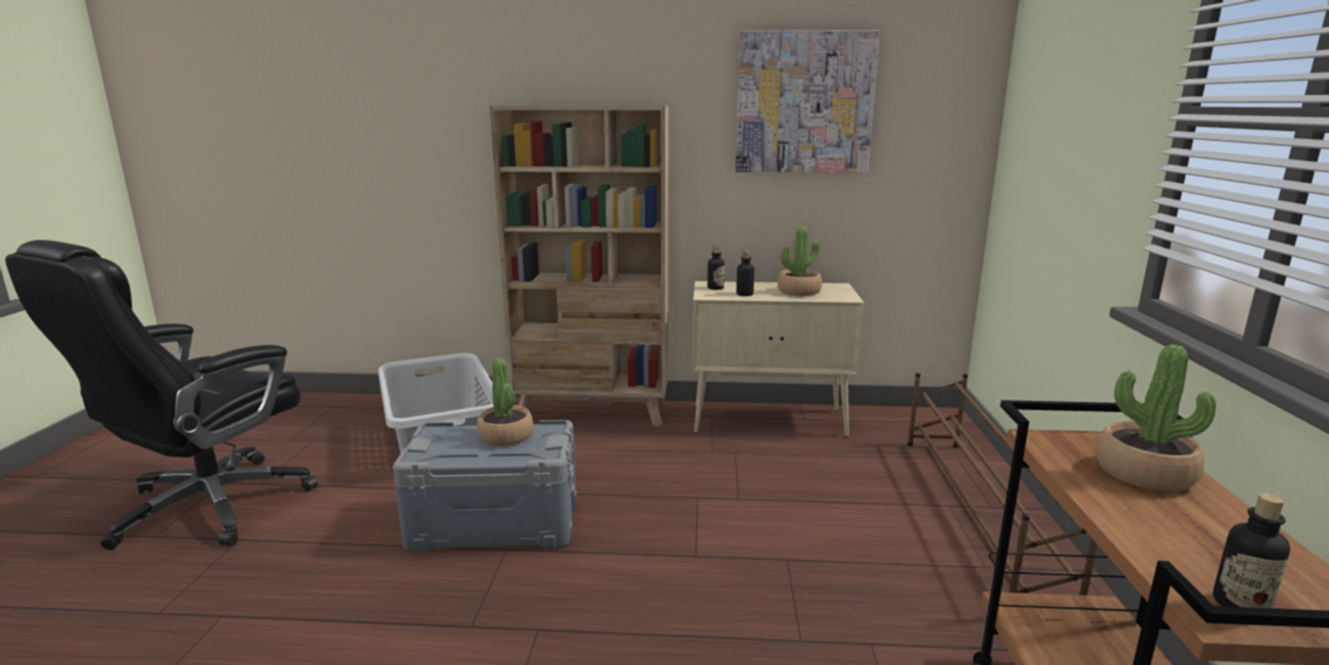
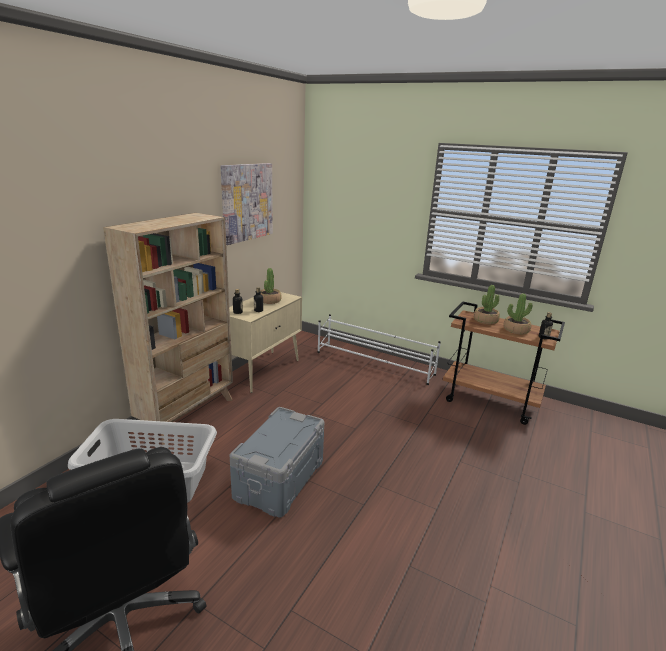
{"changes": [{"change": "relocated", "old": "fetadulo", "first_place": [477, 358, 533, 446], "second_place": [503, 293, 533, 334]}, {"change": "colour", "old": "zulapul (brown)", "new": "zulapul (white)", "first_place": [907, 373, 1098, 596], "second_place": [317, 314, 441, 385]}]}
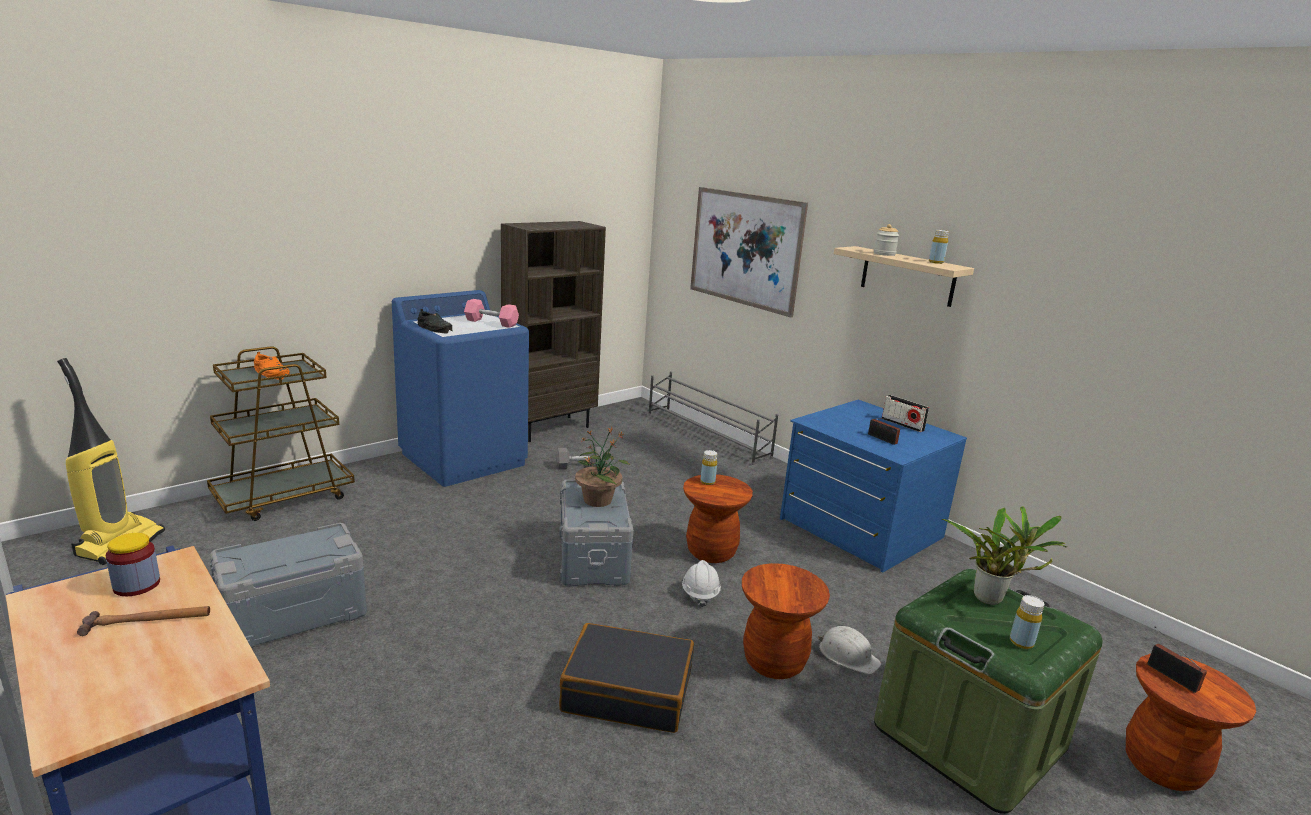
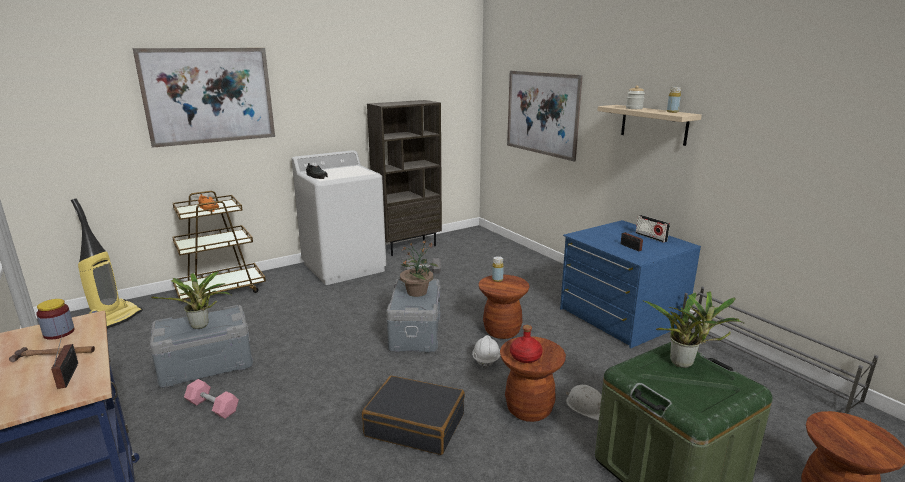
{"changes": [{"change": "missing", "old": "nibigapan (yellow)", "first_place": [1010, 595, 1044, 649]}, {"change": "appeared", "new": "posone", "second_place": [133, 48, 275, 148]}, {"change": "appeared", "new": "fetadulo", "second_place": [151, 271, 231, 329]}, {"change": "appeared", "new": "nibigapan (red)", "second_place": [510, 325, 543, 363]}, {"change": "relocated", "old": "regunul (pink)", "first_place": [464, 299, 519, 328], "second_place": [184, 379, 239, 419]}, {"change": "relocated", "old": "zulapul (grey)", "first_place": [648, 371, 779, 465], "second_place": [680, 287, 879, 414]}, {"change": "relocated", "old": "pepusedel", "first_place": [1147, 627, 1207, 693], "second_place": [51, 327, 78, 389]}, {"change": "colour", "old": "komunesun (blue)", "new": "komunesun (white)", "first_place": [392, 290, 529, 487], "second_place": [292, 150, 386, 285]}]}
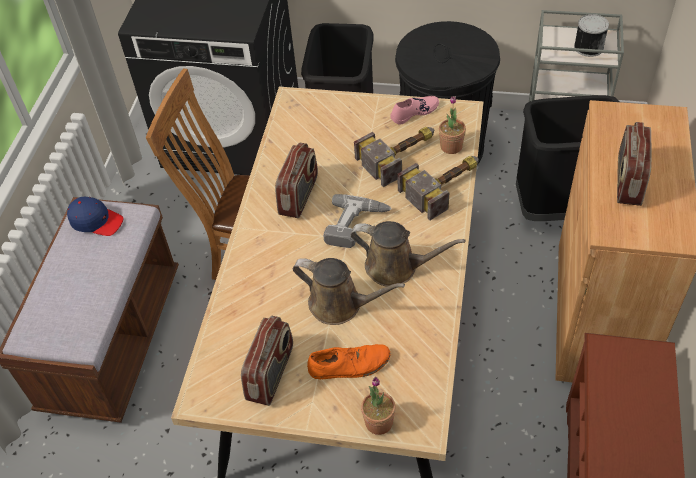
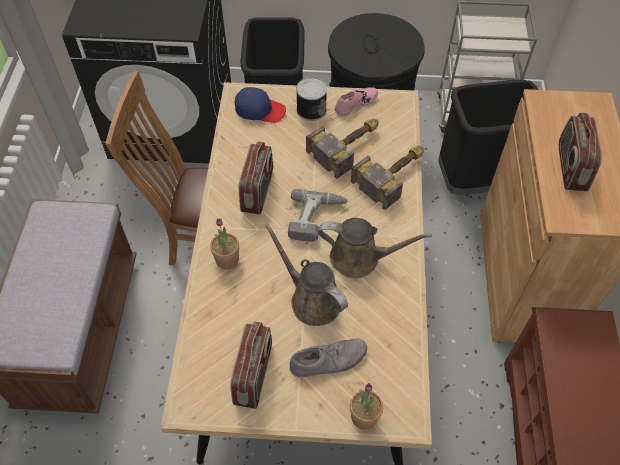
{"changes": [{"change": "relocated", "old": "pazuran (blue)", "first_place": [67, 197, 123, 236], "second_place": [235, 87, 286, 123]}, {"change": "relocated", "old": "fetadulo", "first_place": [439, 96, 466, 154], "second_place": [210, 219, 239, 269]}, {"change": "relocated", "old": "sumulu", "first_place": [574, 14, 609, 57], "second_place": [296, 77, 327, 121]}, {"change": "colour", "old": "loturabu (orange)", "new": "loturabu (grey)", "first_place": [307, 344, 390, 379], "second_place": [290, 339, 367, 378]}, {"change": "spun", "old": "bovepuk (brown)", "first_place": [293, 258, 405, 325], "second_place": [264, 223, 348, 326], "degrees": -150}]}
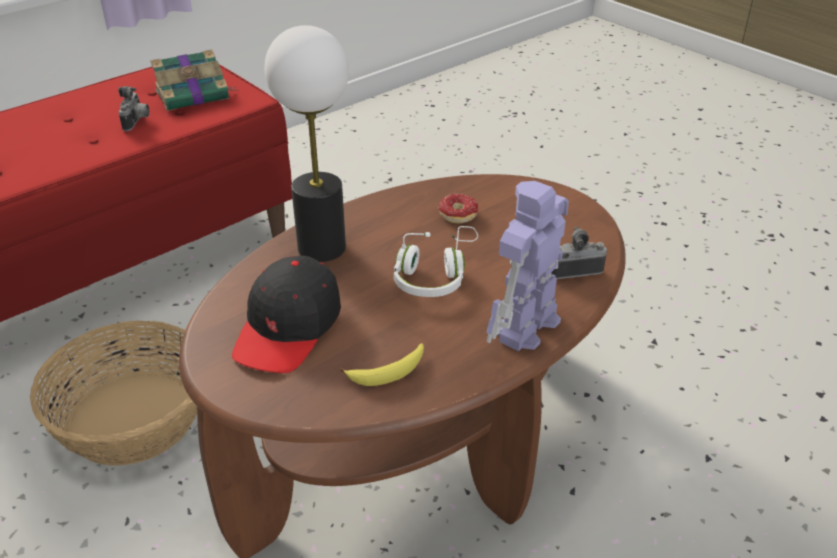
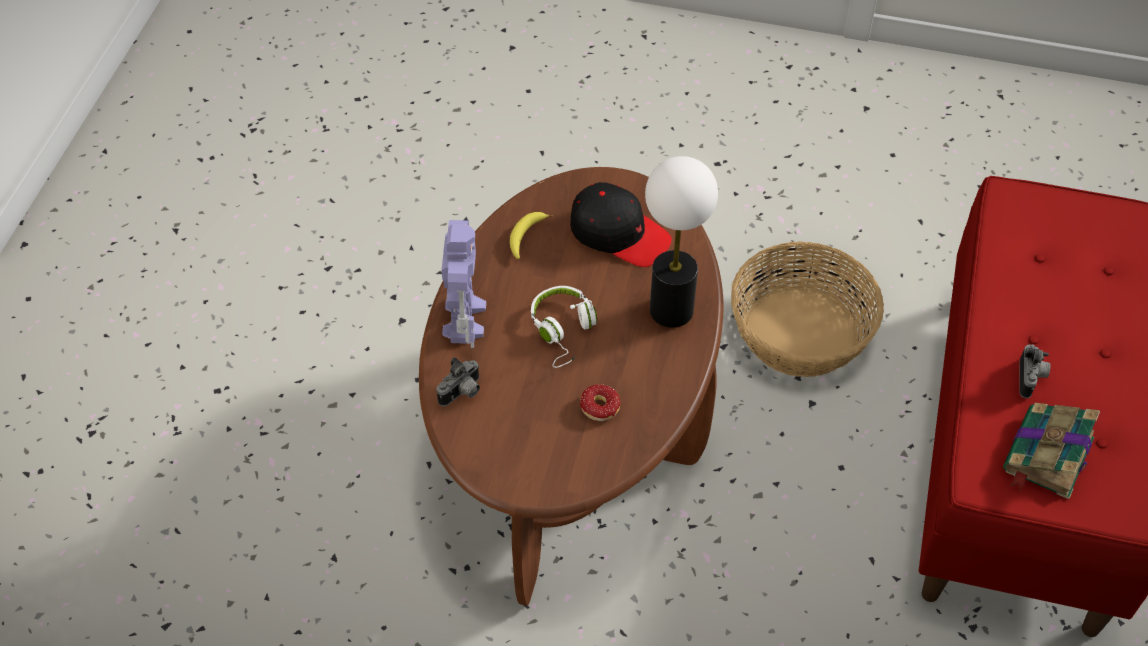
{"changes": [{"change": "spun", "old": "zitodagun", "first_place": [118, 86, 149, 131], "second_place": [1019, 344, 1051, 398], "degrees": -135}, {"change": "spun", "old": "pazuran (black)", "first_place": [232, 256, 341, 373], "second_place": [570, 182, 672, 267], "degrees": 135}]}
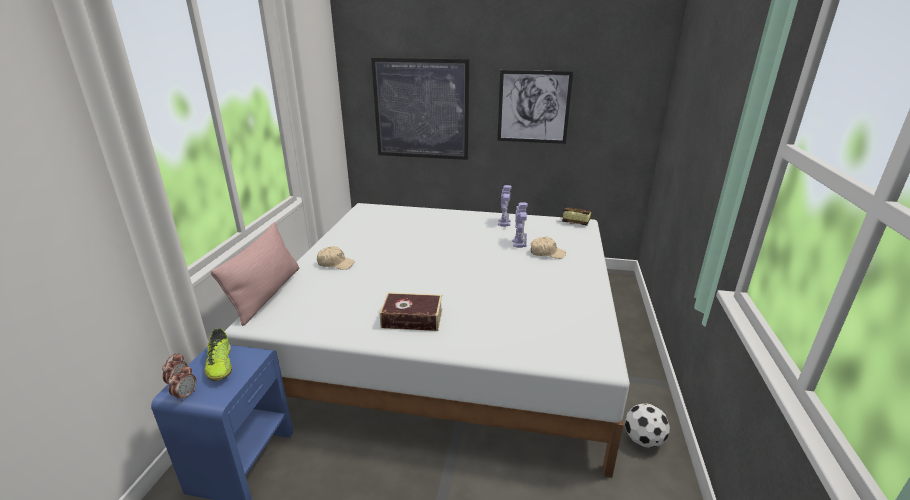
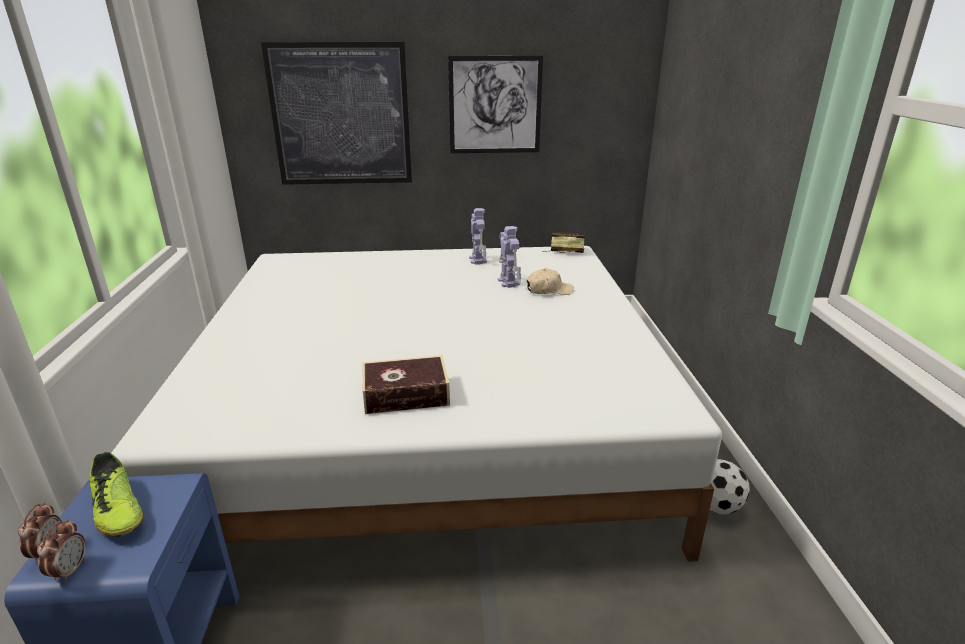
{"changes": [{"change": "missing", "old": "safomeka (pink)", "first_place": [211, 222, 299, 326]}, {"change": "missing", "old": "pazuran (beige)", "first_place": [317, 246, 355, 270]}]}
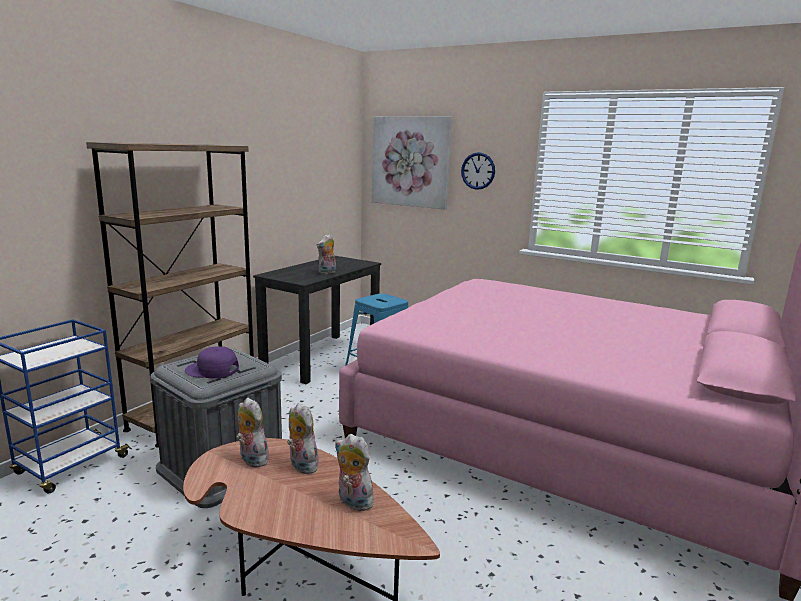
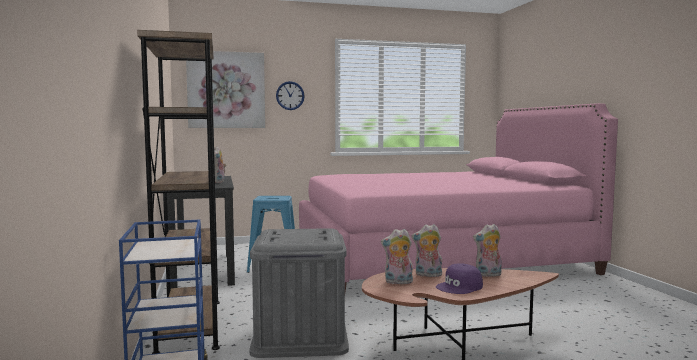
{"changes": [{"change": "relocated", "old": "pazuran (purple)", "first_place": [185, 346, 239, 379], "second_place": [436, 263, 483, 294]}]}
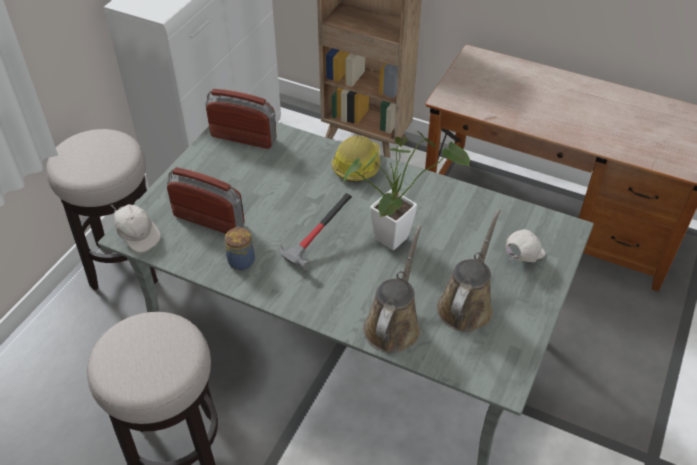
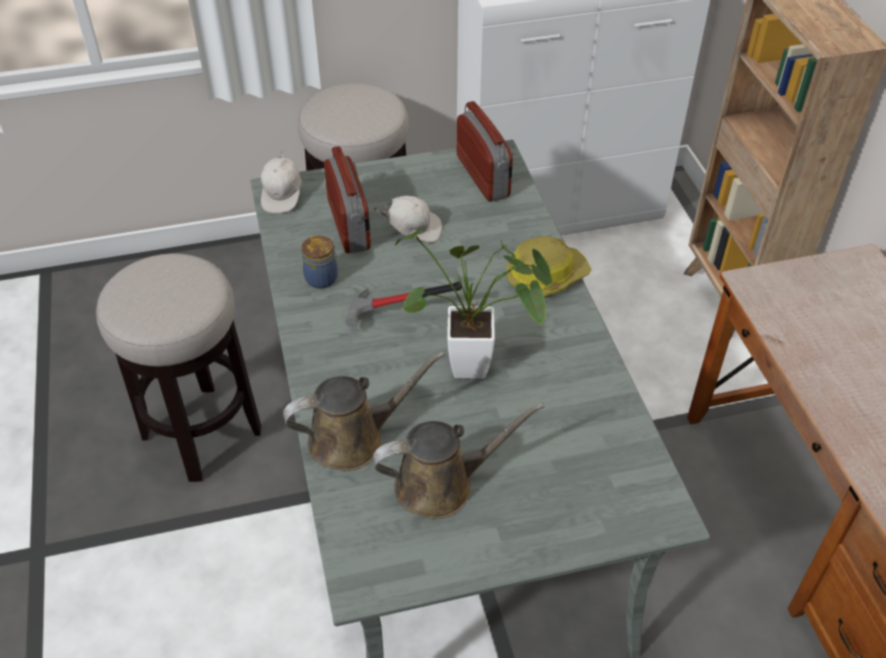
{"changes": [{"change": "relocated", "old": "pazuran (white)", "first_place": [506, 229, 545, 262], "second_place": [373, 196, 442, 242]}]}
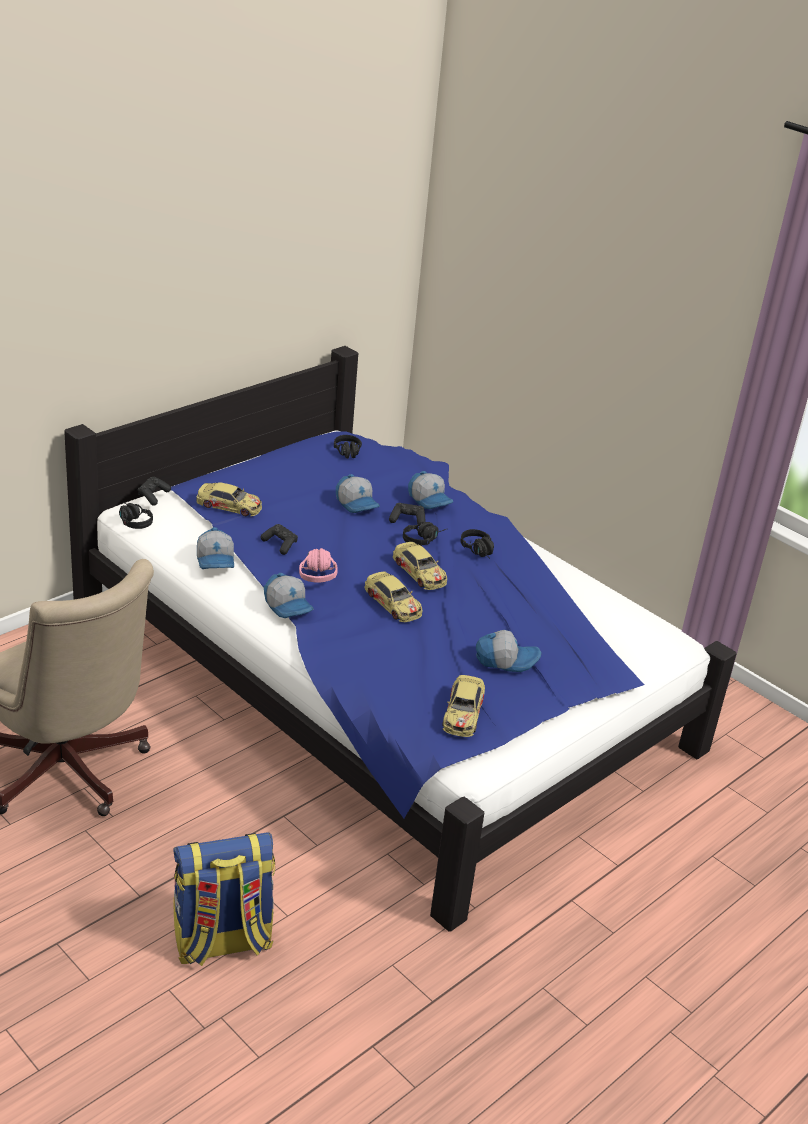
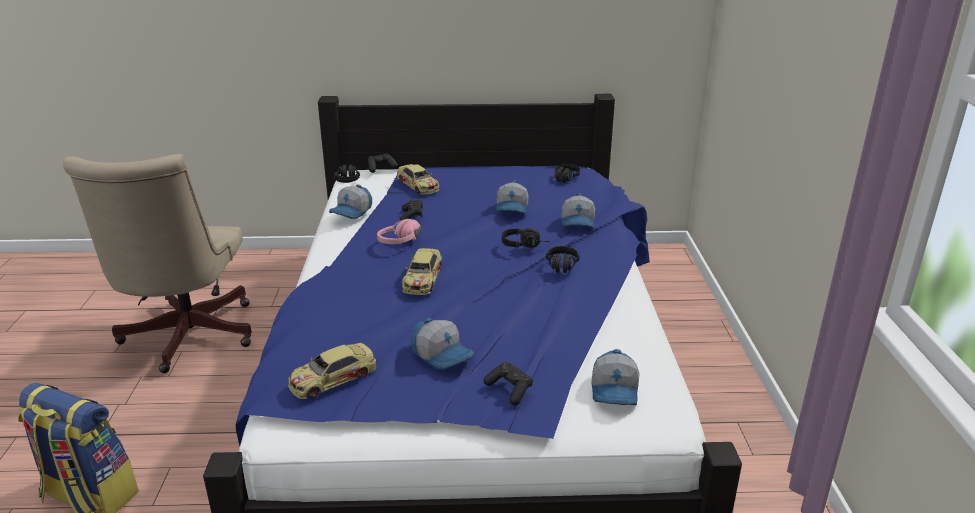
{"changes": [{"change": "missing", "old": "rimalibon", "first_place": [393, 542, 447, 590]}, {"change": "relocated", "old": "pazuran", "first_place": [264, 573, 314, 618], "second_place": [592, 349, 640, 405]}, {"change": "relocated", "old": "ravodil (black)", "first_place": [389, 503, 425, 526], "second_place": [483, 362, 533, 405]}]}
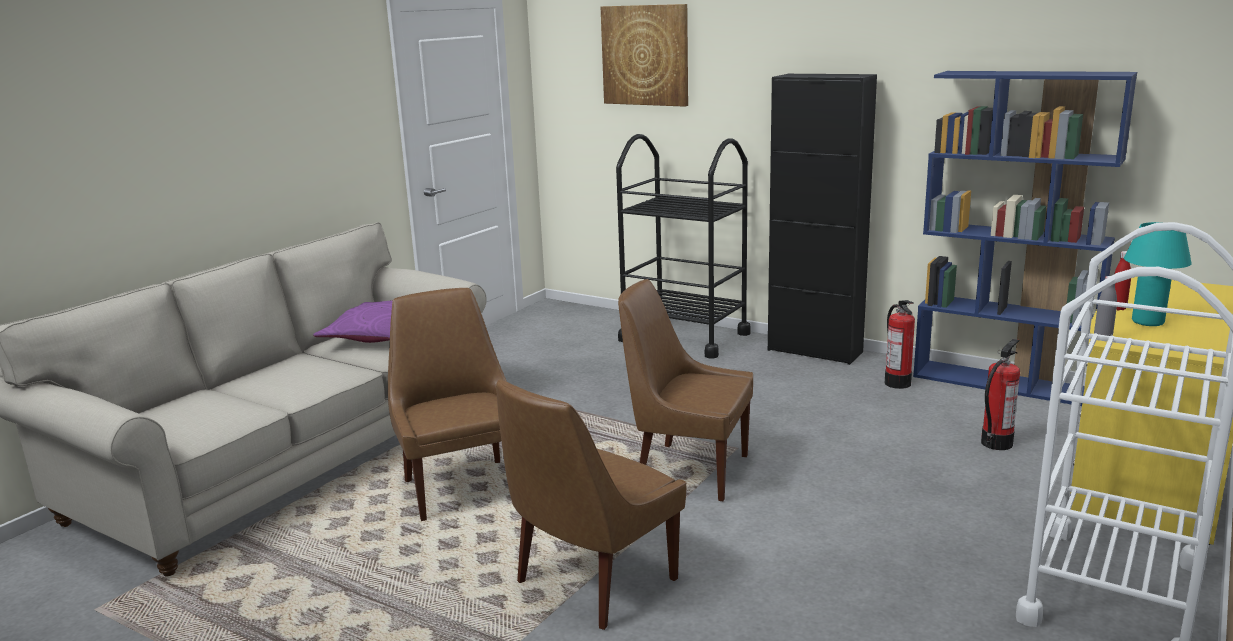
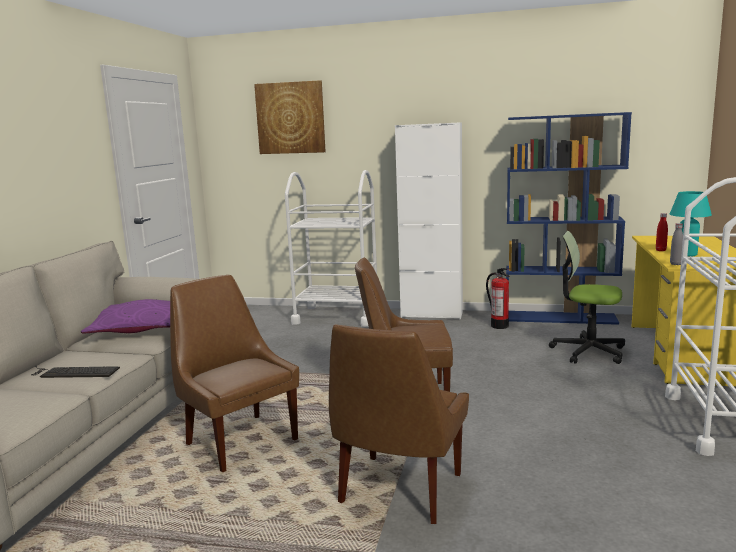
{"changes": [{"change": "appeared", "new": "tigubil", "second_place": [31, 366, 120, 378]}, {"change": "exchanged", "old": "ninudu", "new": "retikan", "first_place": [981, 339, 1020, 450], "second_place": [549, 231, 625, 364]}, {"change": "colour", "old": "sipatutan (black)", "new": "sipatutan (white)", "first_place": [616, 134, 751, 359], "second_place": [285, 170, 377, 327]}, {"change": "colour", "old": "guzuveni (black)", "new": "guzuveni (white)", "first_place": [768, 74, 877, 365], "second_place": [395, 122, 463, 319]}]}
